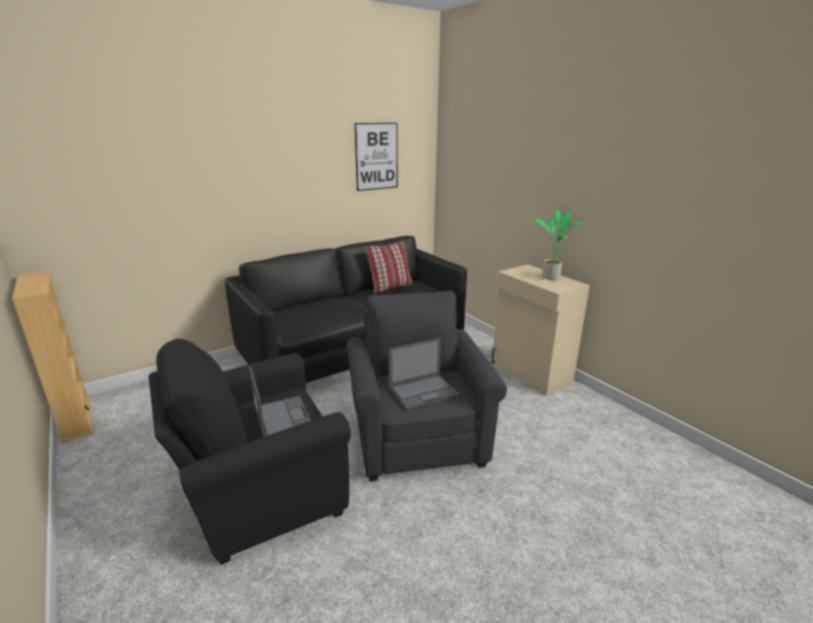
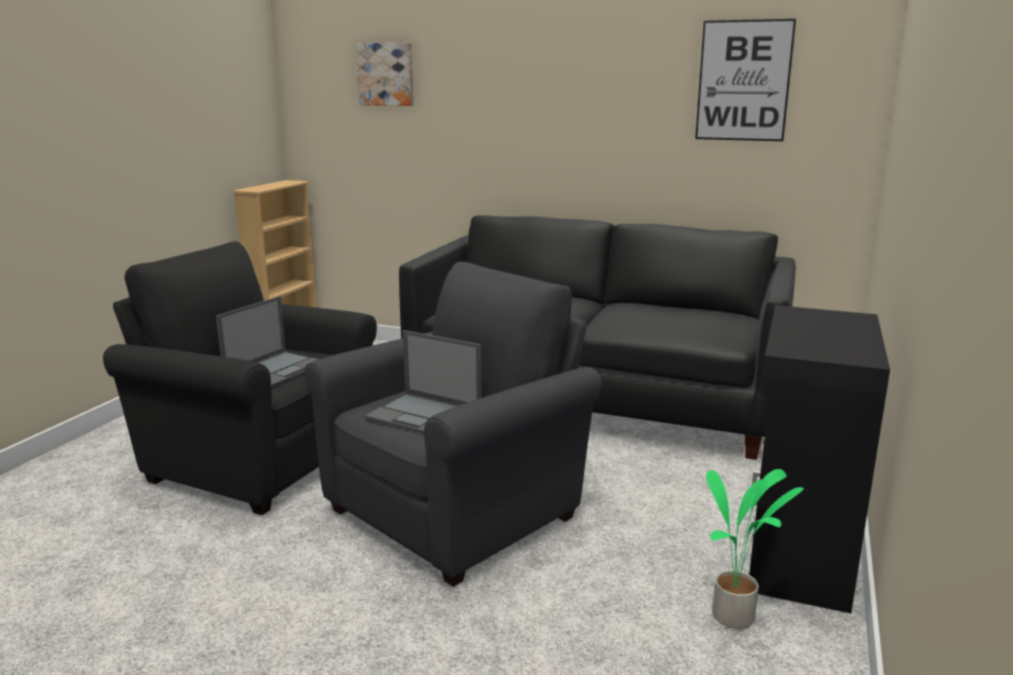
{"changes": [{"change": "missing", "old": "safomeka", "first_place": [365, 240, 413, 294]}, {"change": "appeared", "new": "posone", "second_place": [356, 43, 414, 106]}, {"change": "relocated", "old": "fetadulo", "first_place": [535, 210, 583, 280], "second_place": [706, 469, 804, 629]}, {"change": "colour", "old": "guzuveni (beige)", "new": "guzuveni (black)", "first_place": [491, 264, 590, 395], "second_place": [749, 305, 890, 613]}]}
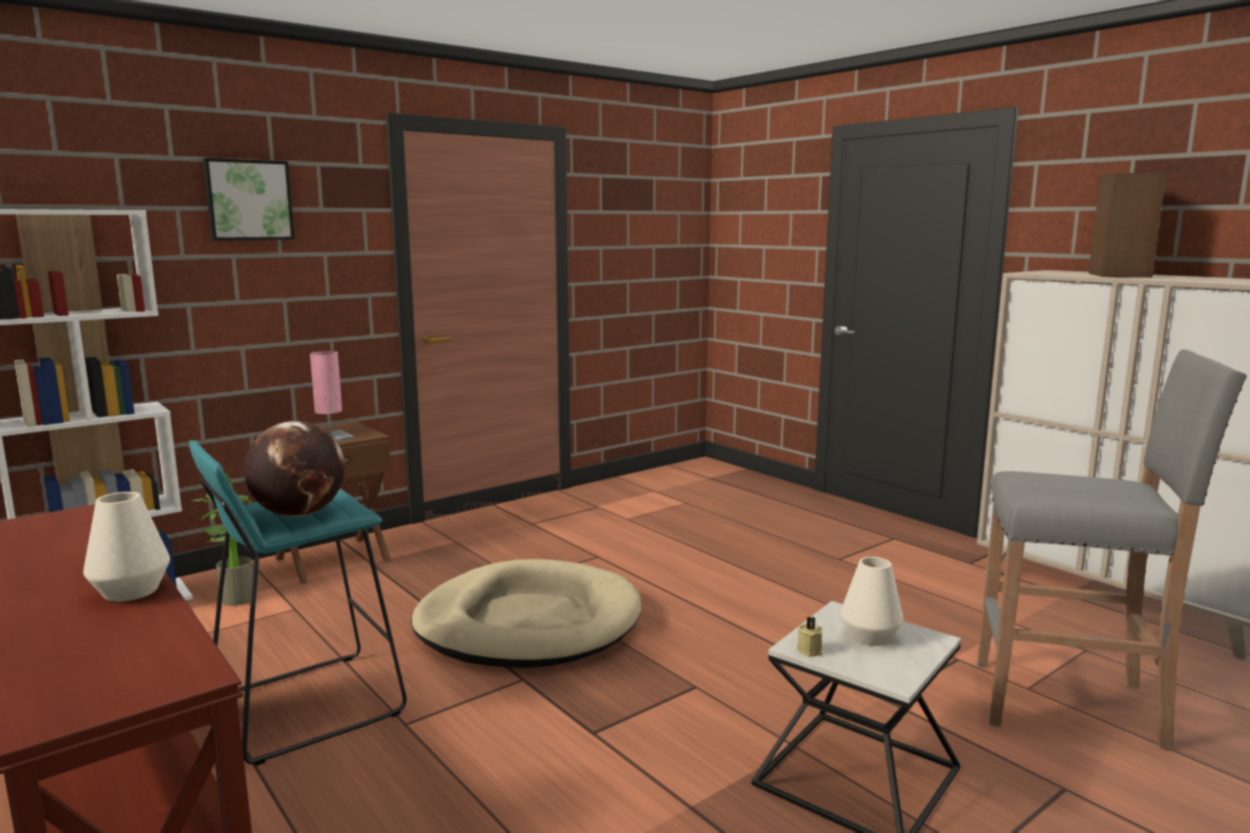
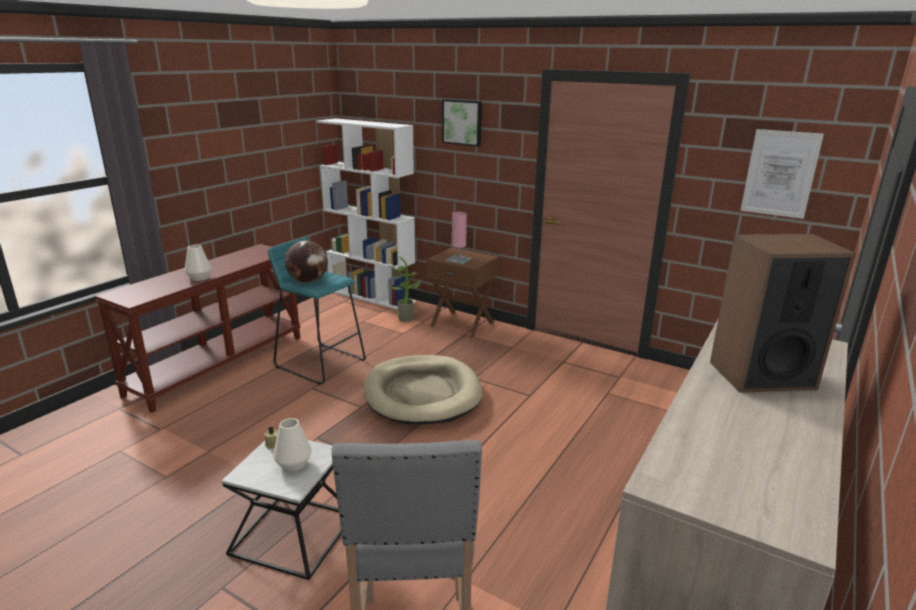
{"changes": [{"change": "appeared", "new": "posone", "second_place": [740, 129, 824, 219]}]}
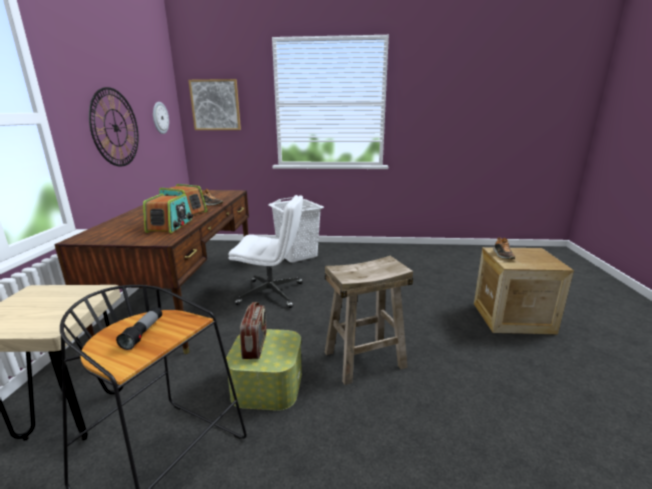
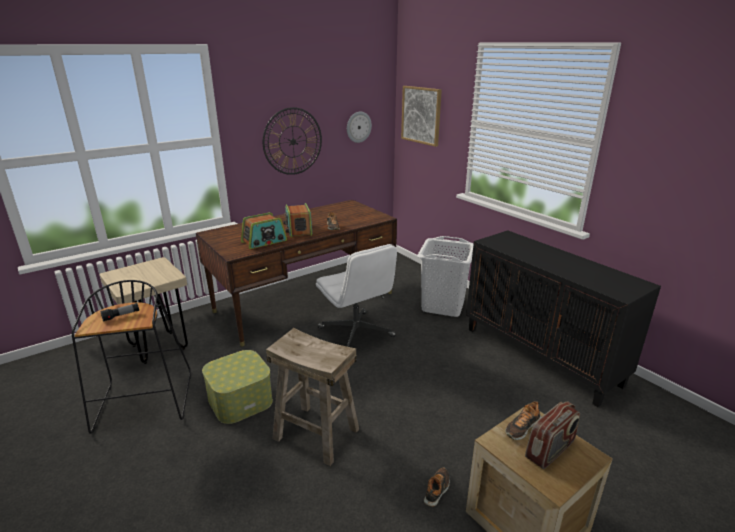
{"changes": [{"change": "appeared", "new": "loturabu", "second_place": [424, 467, 450, 507]}, {"change": "appeared", "new": "guzuveni (black)", "second_place": [466, 230, 661, 407]}, {"change": "relocated", "old": "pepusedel", "first_place": [240, 302, 267, 359], "second_place": [525, 402, 580, 469]}]}
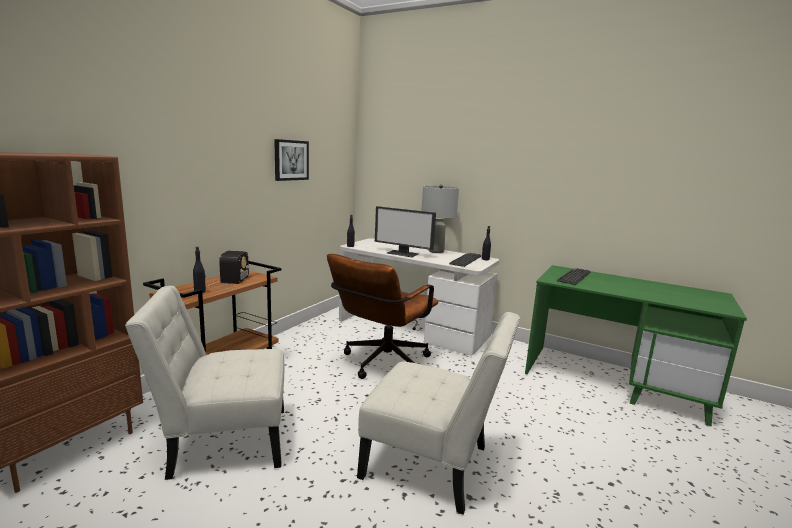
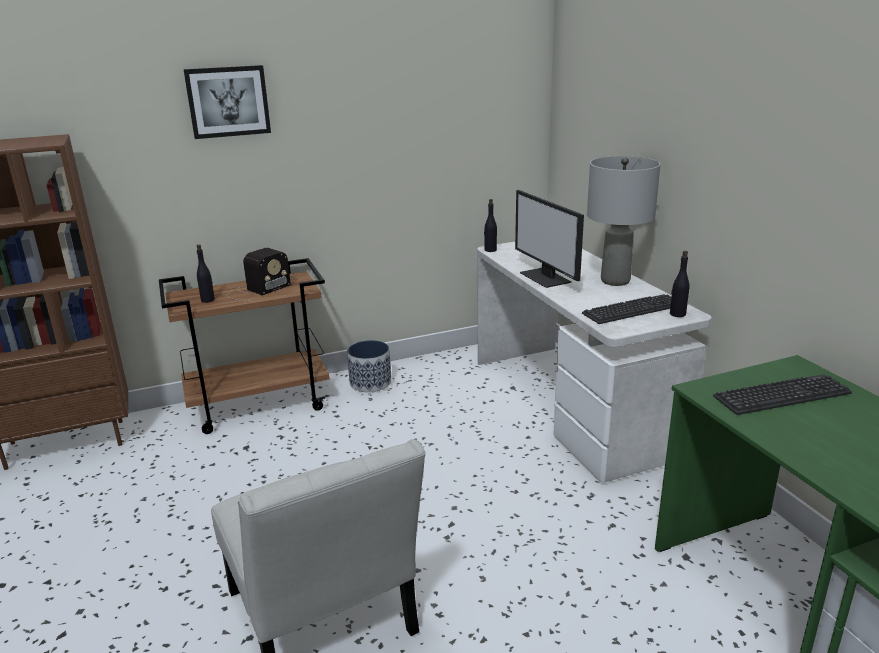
{"changes": [{"change": "missing", "old": "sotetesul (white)", "first_place": [125, 286, 284, 480]}, {"change": "missing", "old": "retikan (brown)", "first_place": [327, 254, 438, 379]}, {"change": "appeared", "new": "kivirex", "second_place": [347, 340, 391, 392]}, {"change": "relocated", "old": "posone", "first_place": [274, 139, 309, 181], "second_place": [183, 65, 271, 139]}]}
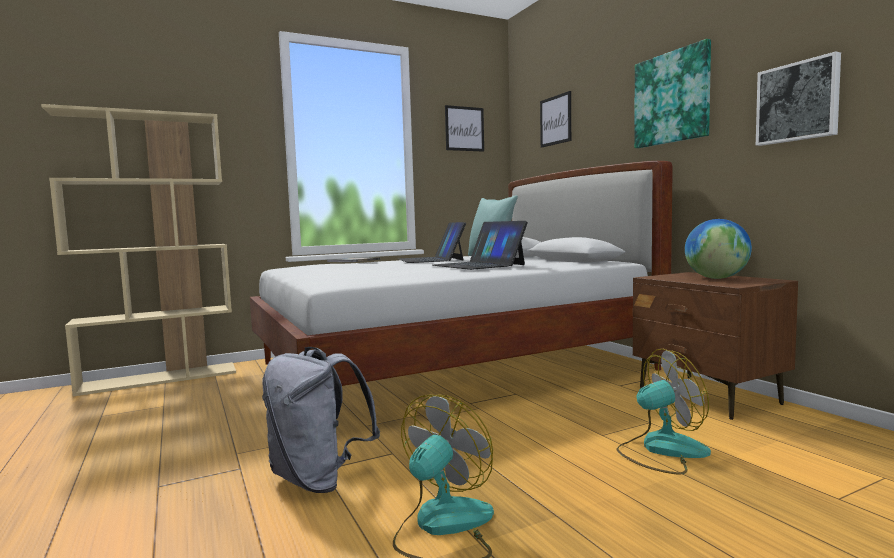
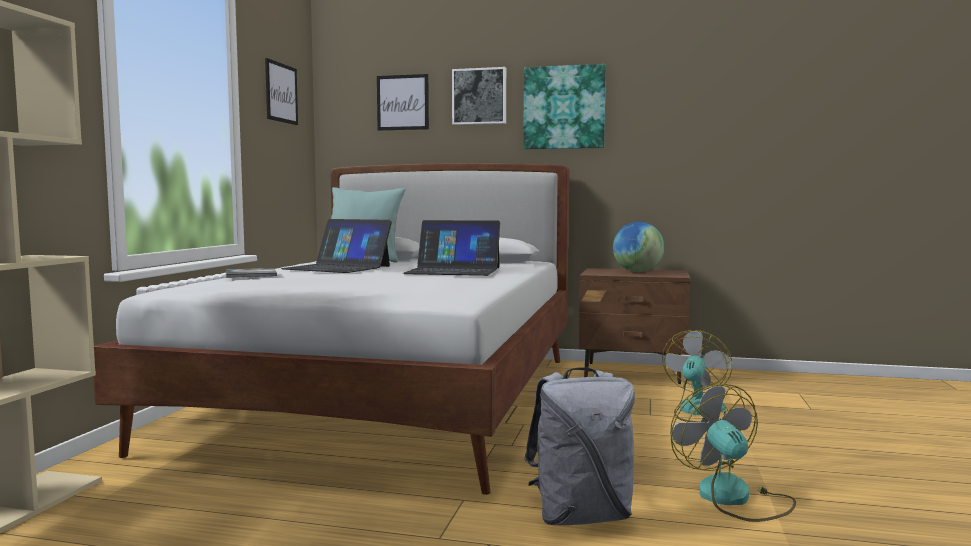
{"changes": [{"change": "relocated", "old": "posone", "first_place": [756, 51, 841, 146], "second_place": [452, 67, 506, 125]}]}
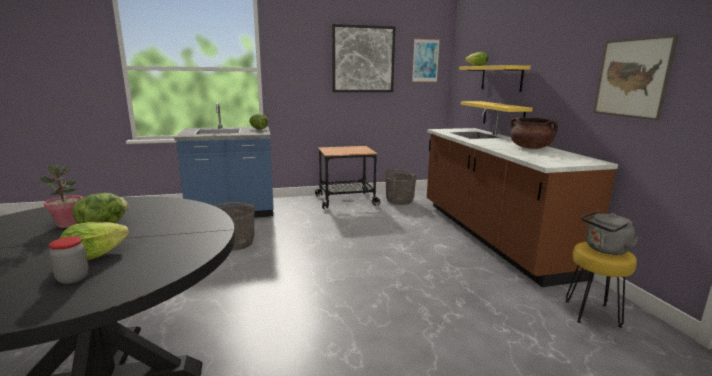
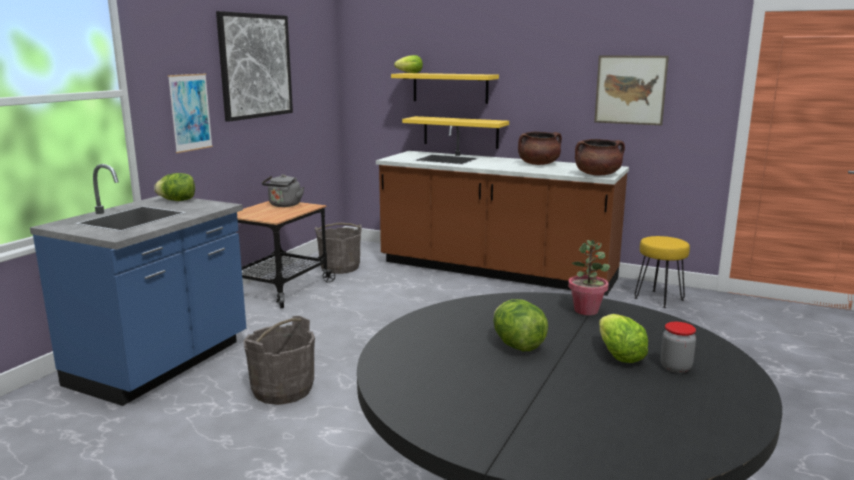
{"changes": [{"change": "appeared", "new": "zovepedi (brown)", "second_place": [575, 139, 625, 175]}, {"change": "relocated", "old": "fetadulo", "first_place": [39, 164, 83, 228], "second_place": [568, 240, 610, 315]}, {"change": "relocated", "old": "posone", "first_place": [412, 39, 439, 82], "second_place": [168, 74, 213, 153]}, {"change": "relocated", "old": "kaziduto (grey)", "first_place": [581, 210, 640, 255], "second_place": [262, 174, 304, 207]}]}
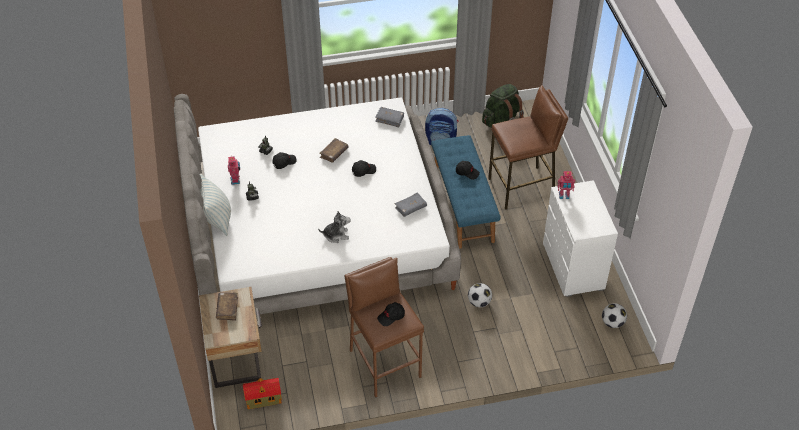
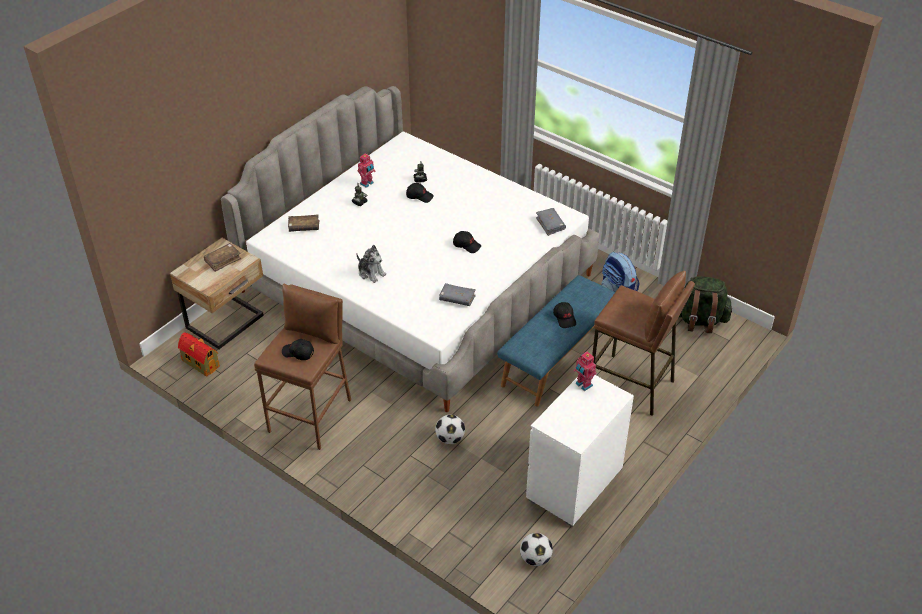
{"changes": [{"change": "missing", "old": "safomeka", "first_place": [200, 173, 231, 236]}, {"change": "relocated", "old": "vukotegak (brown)", "first_place": [319, 138, 349, 162], "second_place": [288, 214, 319, 232]}]}
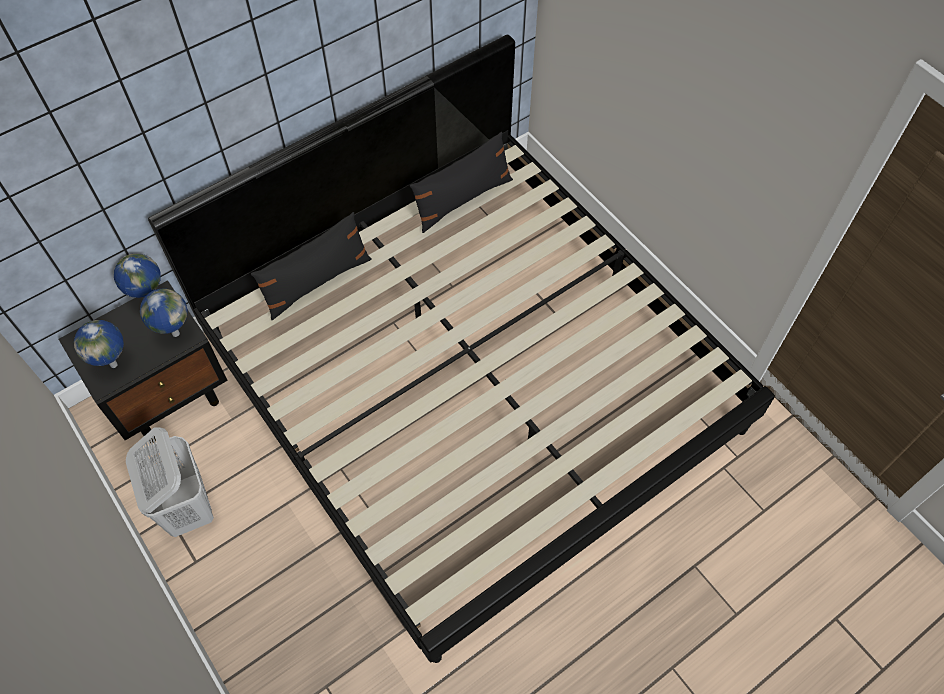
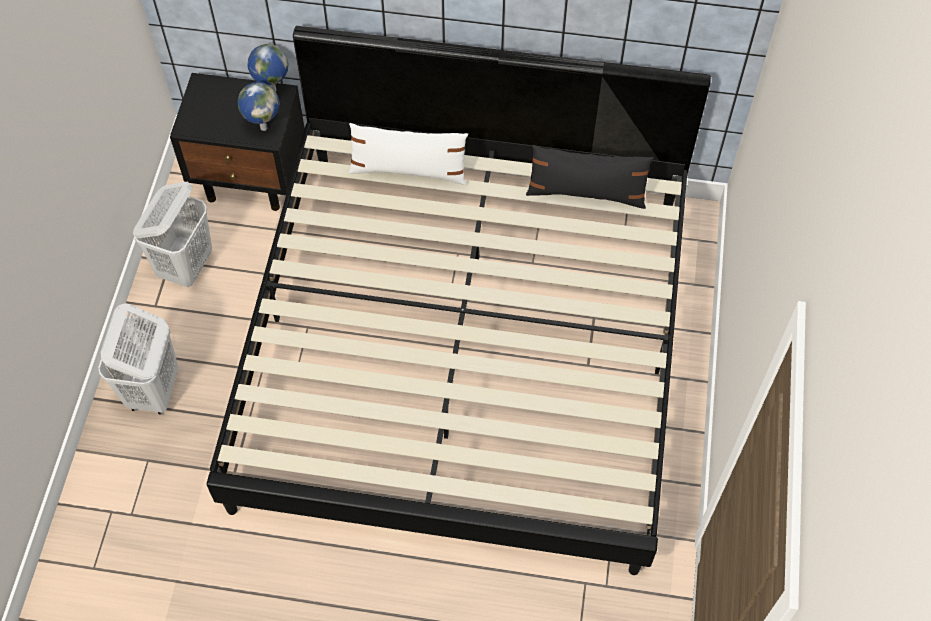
{"changes": [{"change": "missing", "old": "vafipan", "first_place": [74, 320, 124, 368]}, {"change": "appeared", "new": "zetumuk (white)", "second_place": [98, 303, 179, 415]}, {"change": "colour", "old": "safomeka (black)", "new": "safomeka (white)", "first_place": [251, 212, 372, 320], "second_place": [349, 123, 468, 185]}]}
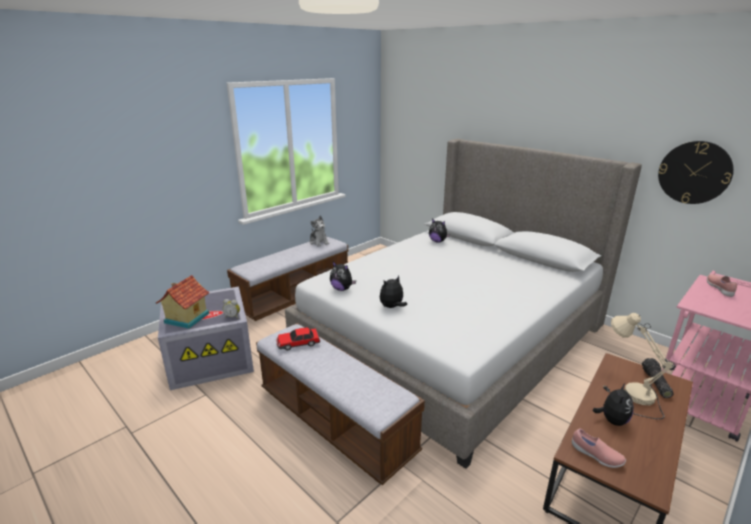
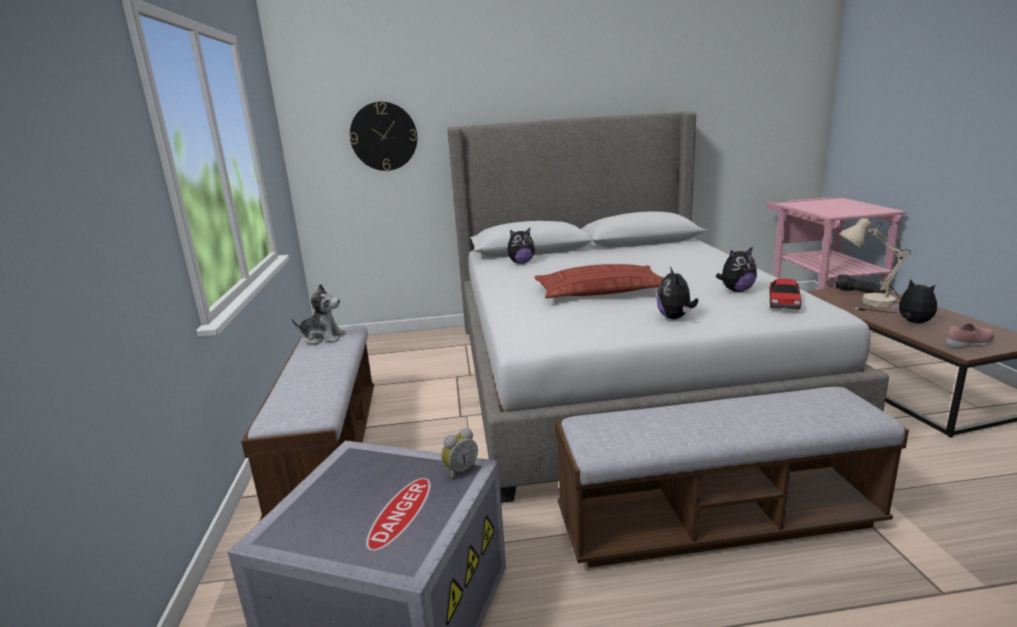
{"changes": [{"change": "missing", "old": "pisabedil", "first_place": [156, 275, 210, 329]}, {"change": "missing", "old": "loturabu (pink)", "first_place": [707, 274, 737, 297]}, {"change": "appeared", "new": "safomeka", "second_place": [534, 264, 664, 298]}, {"change": "relocated", "old": "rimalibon", "first_place": [276, 327, 320, 350], "second_place": [769, 279, 801, 310]}, {"change": "relocated", "old": "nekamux", "first_place": [330, 262, 356, 291], "second_place": [716, 246, 757, 292]}, {"change": "relocated", "old": "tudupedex", "first_place": [658, 141, 734, 204], "second_place": [350, 102, 417, 171]}]}
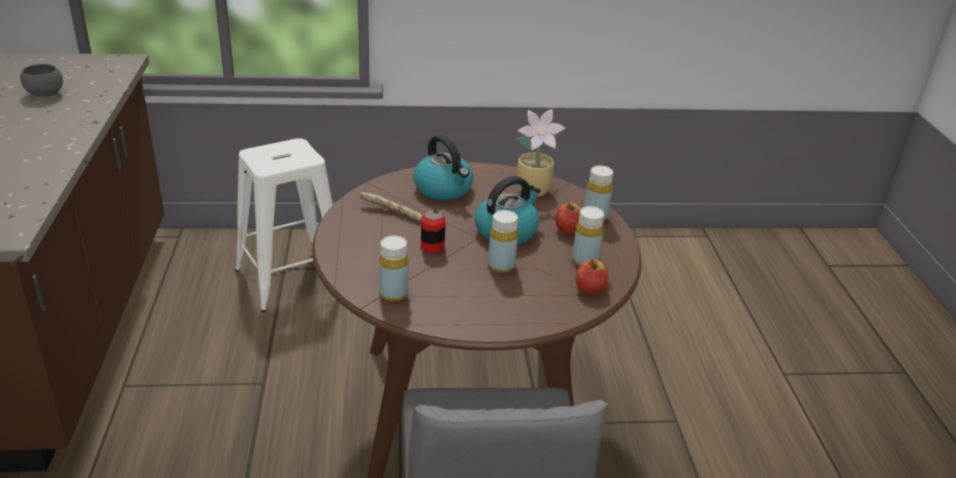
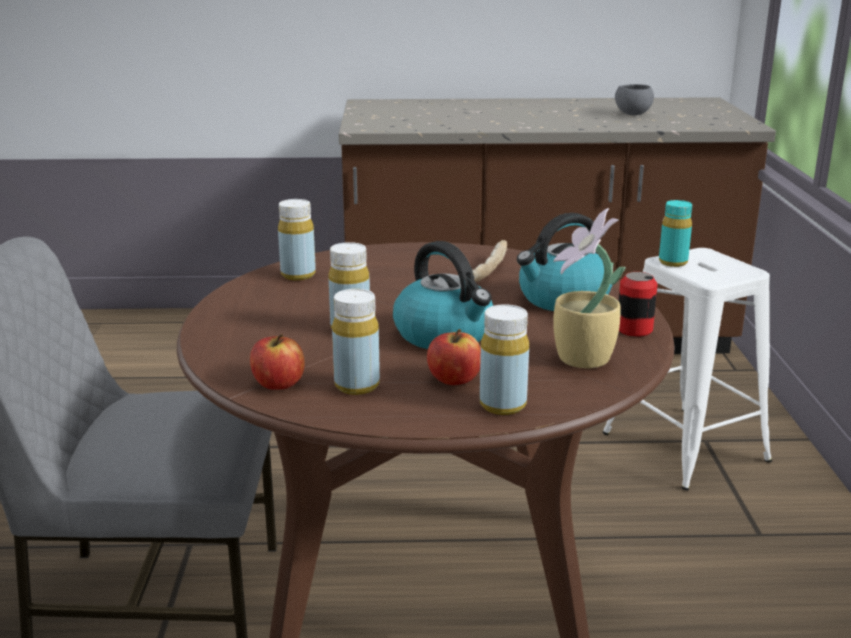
{"changes": [{"change": "appeared", "new": "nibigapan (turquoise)", "second_place": [659, 200, 692, 267]}, {"change": "relocated", "old": "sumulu", "first_place": [421, 210, 446, 253], "second_place": [619, 272, 658, 337]}]}
